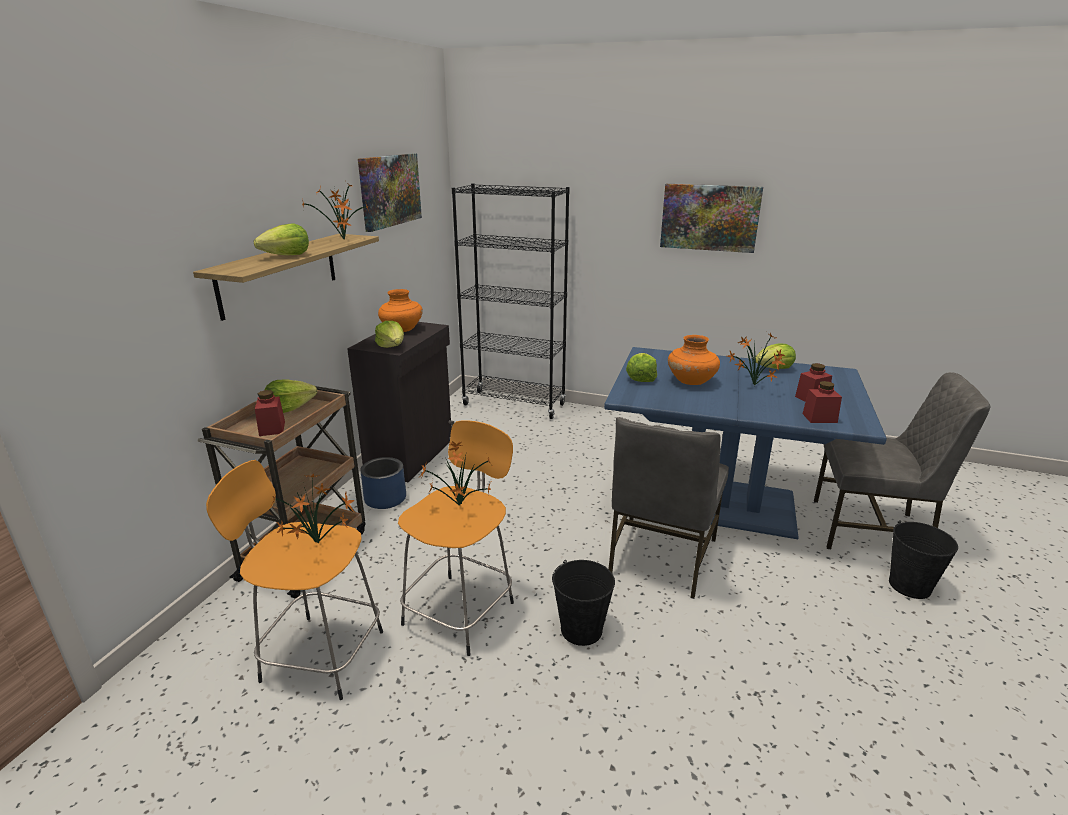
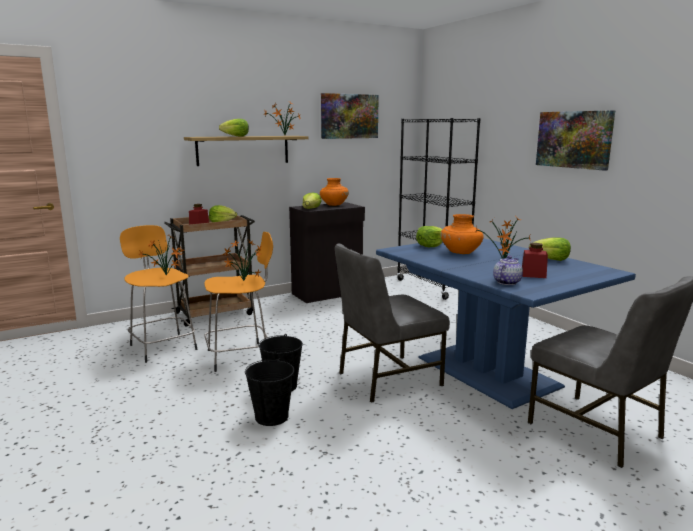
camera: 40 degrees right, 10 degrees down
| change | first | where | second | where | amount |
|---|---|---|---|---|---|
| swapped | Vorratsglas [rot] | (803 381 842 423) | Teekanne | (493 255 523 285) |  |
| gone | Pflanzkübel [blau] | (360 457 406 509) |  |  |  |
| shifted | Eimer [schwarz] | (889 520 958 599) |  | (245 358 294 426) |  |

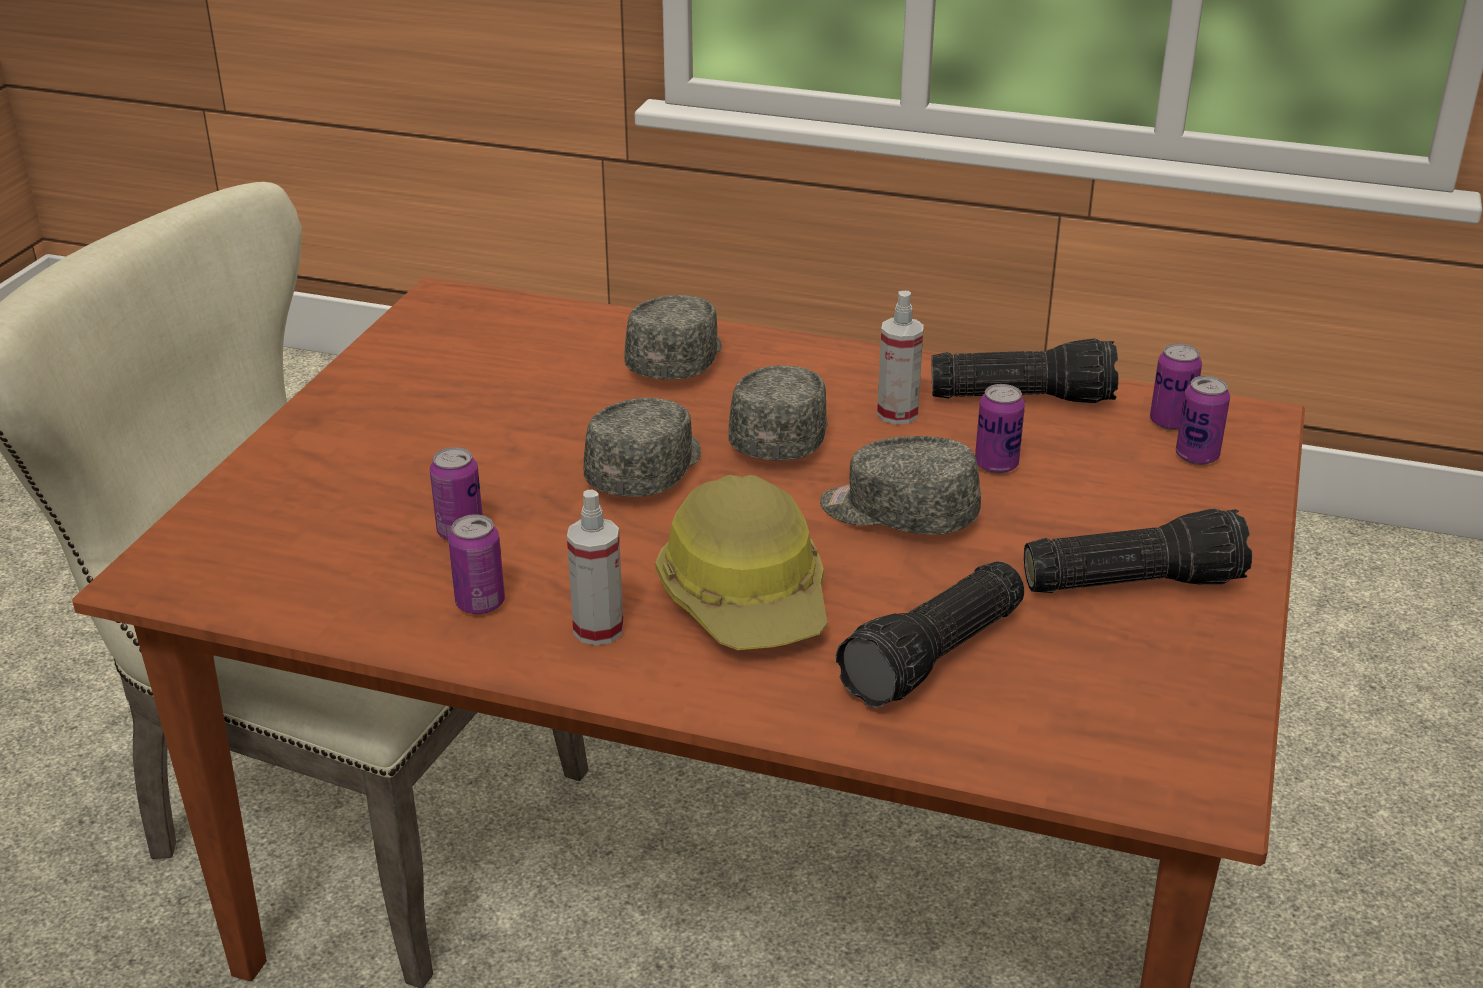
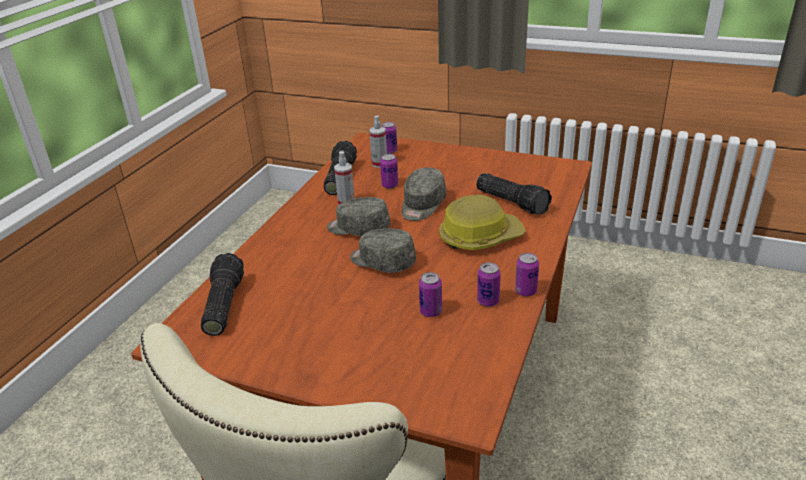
camera: 85 degrees left, 0 degrees up
| change | first | where | second | where | amount |
|---|---|---|---|---|---|
| gone | Kappe [grau] | (625 295 722 380) |  |  |  |
| shifted | Dose | (1150 343 1202 430) |  | (515 253 539 297) |  |
| shifted | Sprühflasche | (567 490 624 646) |  | (369 116 387 168) |  |
| shifted | Taschenlampe | (1024 508 1252 593) |  | (201 253 244 336) |  |

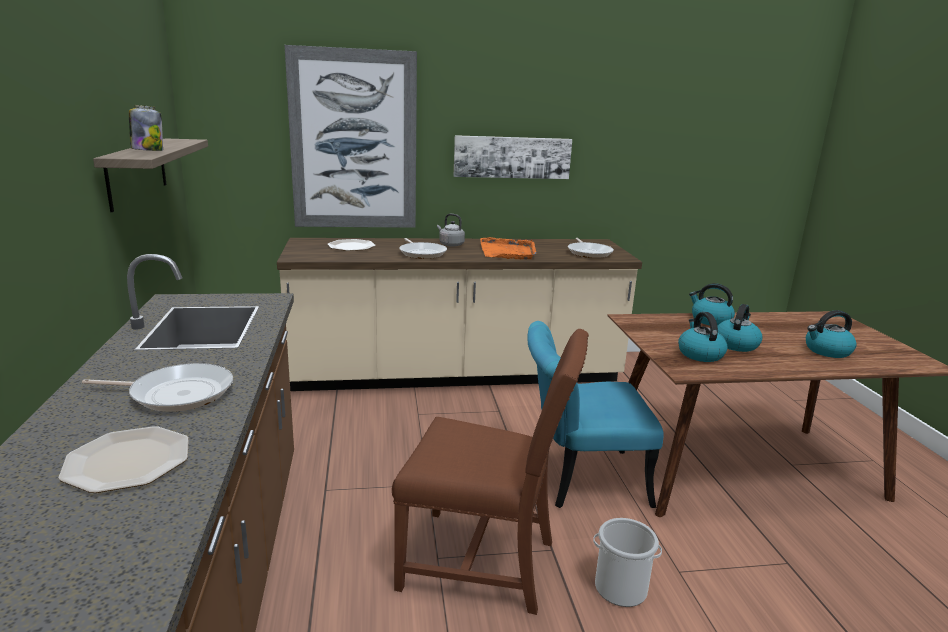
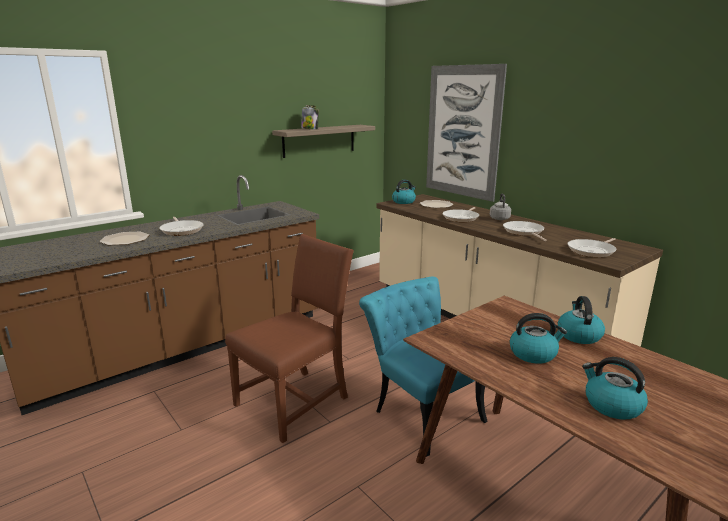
camera: 60 degrees right, 0 degrees up
| change | first | where | second | where | amount |
|---|---|---|---|---|---|
| gone | Bild | (454 135 572 179) |  |  |  |
| swapped | Tablett [orange] | (480 237 536 259) | Pfanne | (503 221 547 241) |  |
| shifted | Wasserkessel | (678 312 728 362) |  | (392 180 416 204) |  |
| rotated | Stuhl [braun] | (392 329 589 615) |  | (225 234 354 443) | 120 degrees counterclockwise |
| gone | Eimer | (593 518 662 607) |  |  |  |

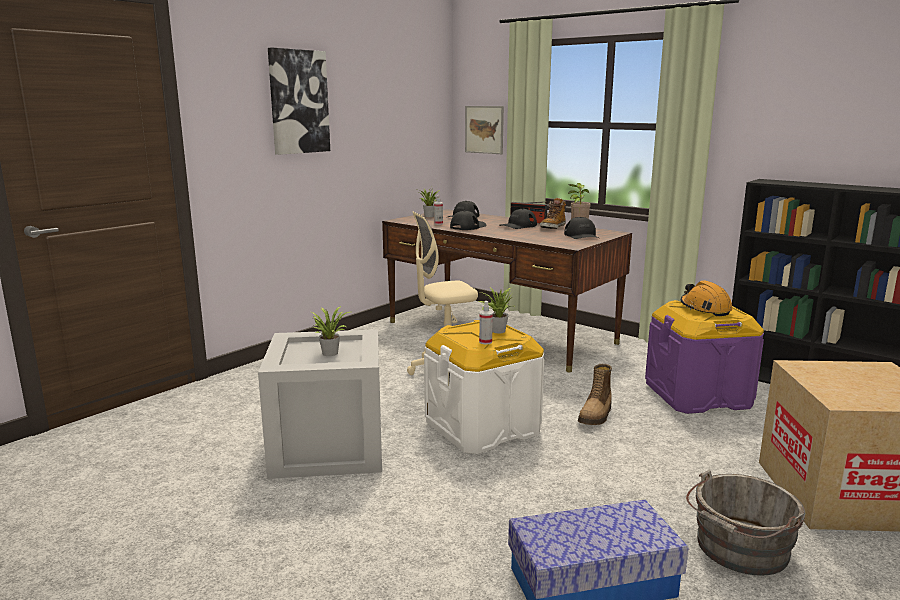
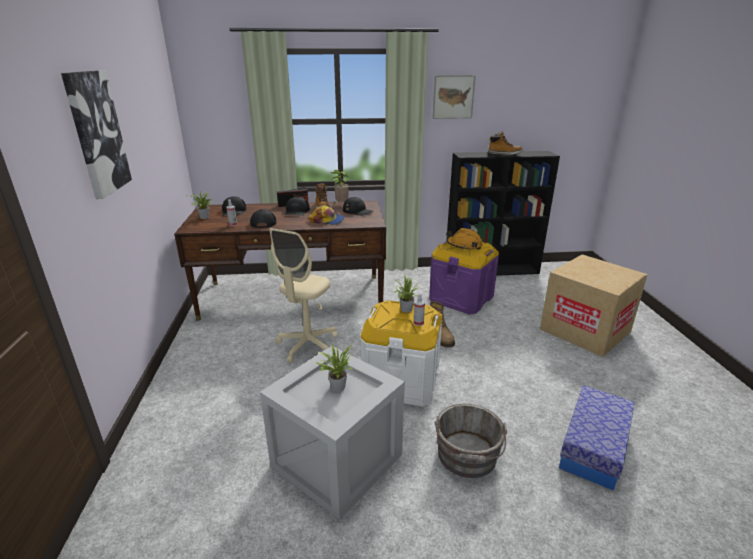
camera: 45 degrees left, 10 degrees up
| change | first | where | second | where | amount |
|---|---|---|---|---|---|
| shifted | Bild | (465 106 504 154) |  | (433 75 476 119) |  |
| shifted | Eimer [grau] | (686 470 805 576) |  | (434 404 507 478) |  |
| new |  |  | Stiefel | (488 131 523 155) |  |
| new |  |  | Kappe | (309 205 344 225) |  |

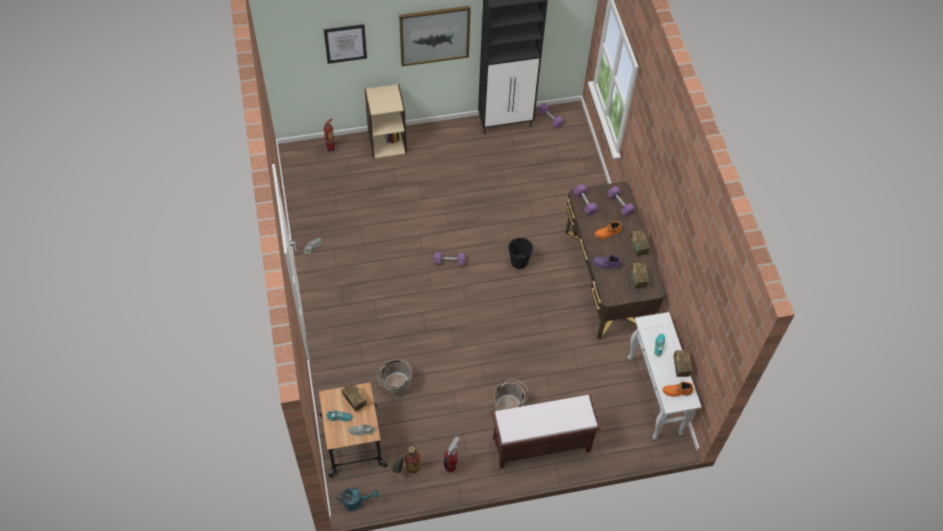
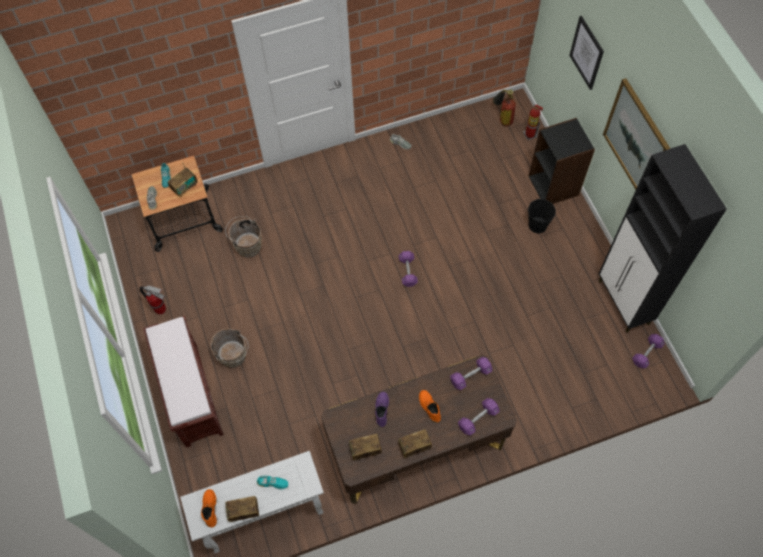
camera: 85 degrees right, 5 degrees up
| change | first | where | second | where | amount |
|---|---|---|---|---|---|
| repainted | Bücherregal [beige] | (364 84 407 159) | Bücherregal [schwarz] | (529 118 595 204) |  |
| shifted | Eimer [schwarz] | (509 238 533 269) |  | (528 198 556 234) |  |
| shifted | Feuerlöscher | (391 446 421 473) |  | (493 89 516 127) |  |
| gone | Gießkanne [türkis] | (337 487 378 511) |  |  |  |

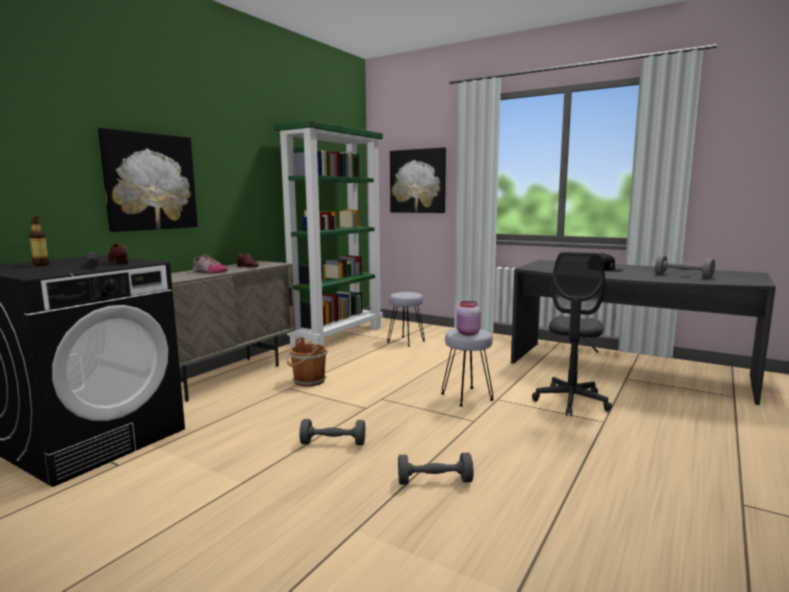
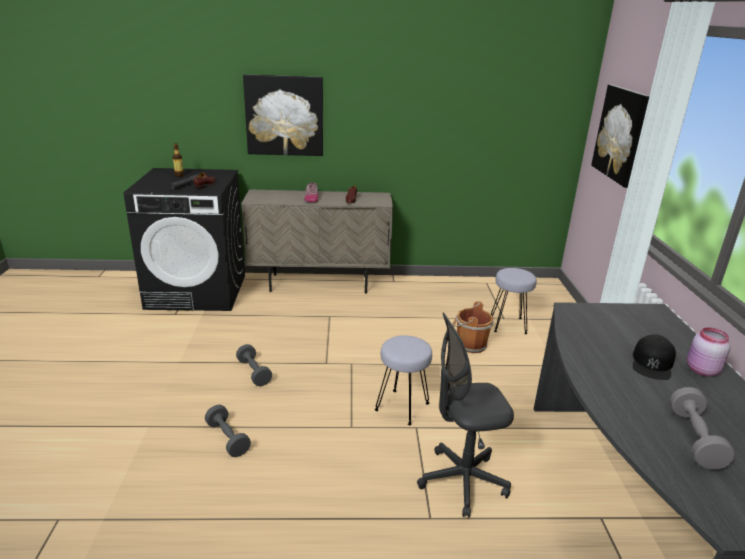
camera: 55 degrees right, 15 degrees up
| change | first | where | second | where | amount |
|---|---|---|---|---|---|
| gone | Bücherregal [grün] | (274 120 383 347) |  |  |  |
| shifted | Vorratsglas [rosa] | (457 301 481 336) |  | (687 327 731 376) |  |
| shifted | Eimer [braun] | (287 337 328 387) |  | (452 301 494 353) |  |

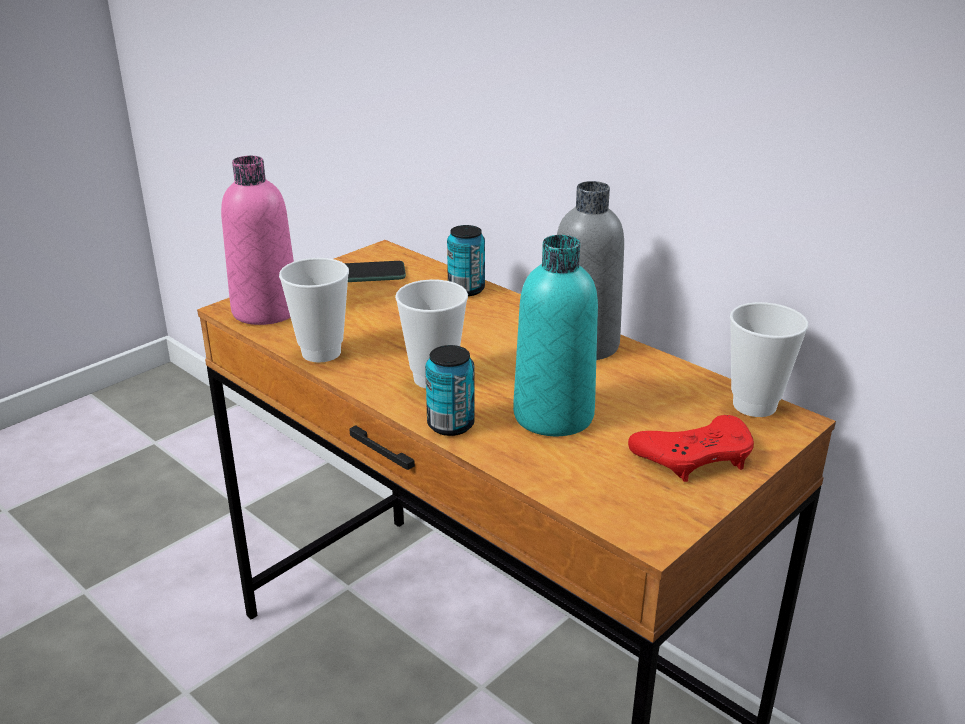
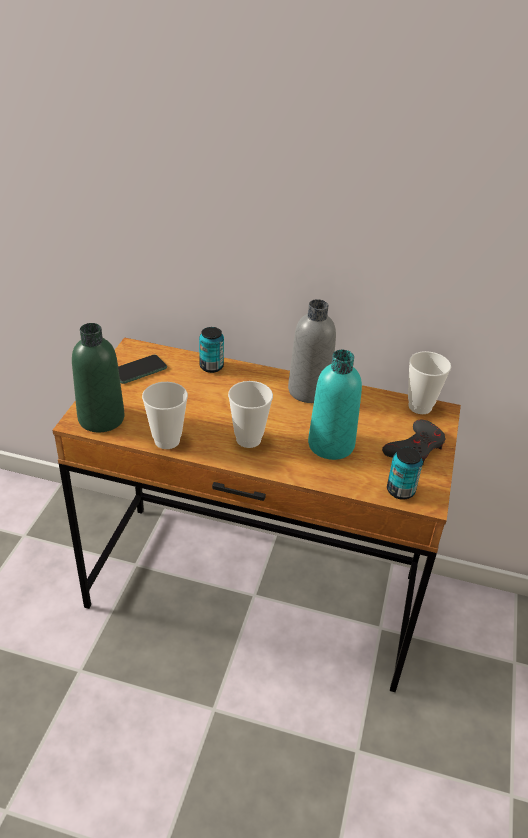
camera: 30 degrees left, 10 degrees up
| change | first | where | second | where | amount |
|---|---|---|---|---|---|
| repainted | Flasche [rosa] | (221 156 294 325) | Flasche [grün] | (72 323 125 432) |  |
| shifted | Dose | (425 345 475 436) |  | (387 447 423 500) |  |
| repainted | Gamepad [rot] | (628 415 754 482) | Gamepad [grau] | (382 420 446 465) |  |

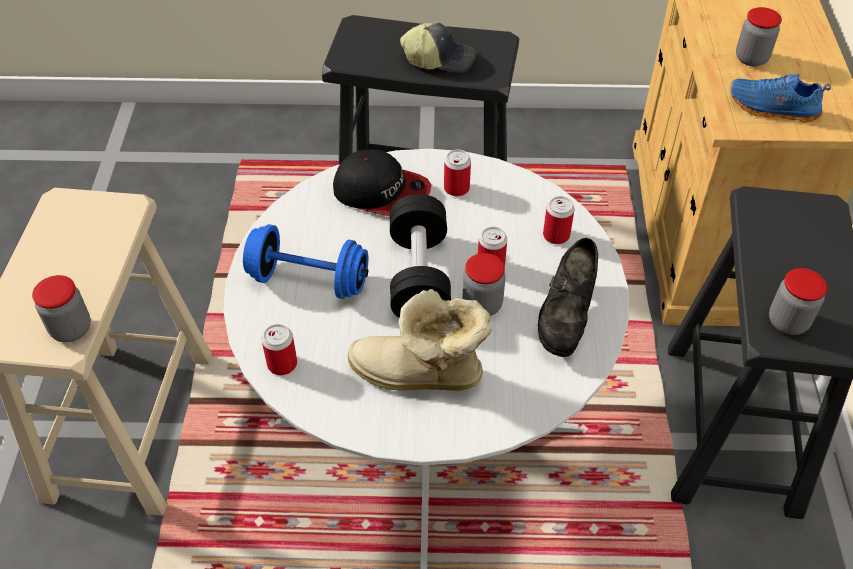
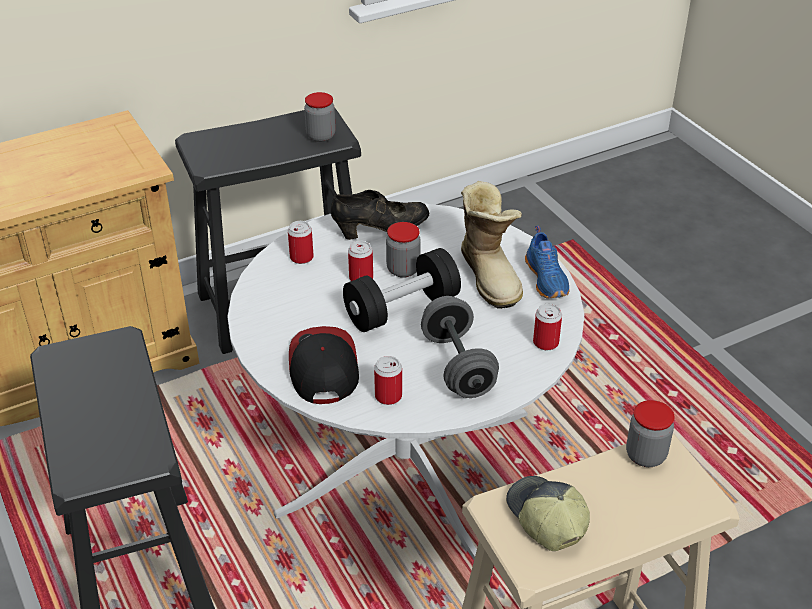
camera: 120 degrees left, 10 degrees down
| change | first | where | second | where | amount |
|---|---|---|---|---|---|
| gone | Vorratsglas | (736 7 782 66) |  |  |  |
| shifted | Kappe | (400 22 476 73) |  | (506 476 590 551) |  |
| shifted | Schuh [blau] | (730 74 831 122) |  | (525 226 570 298) |  |
| shifted | Dose | (444 149 471 196) |  | (374 356 402 405) |  |
| repainted | Hantel [blau] | (243 224 368 299) | Hantel [grau] | (421 296 499 398) |  |

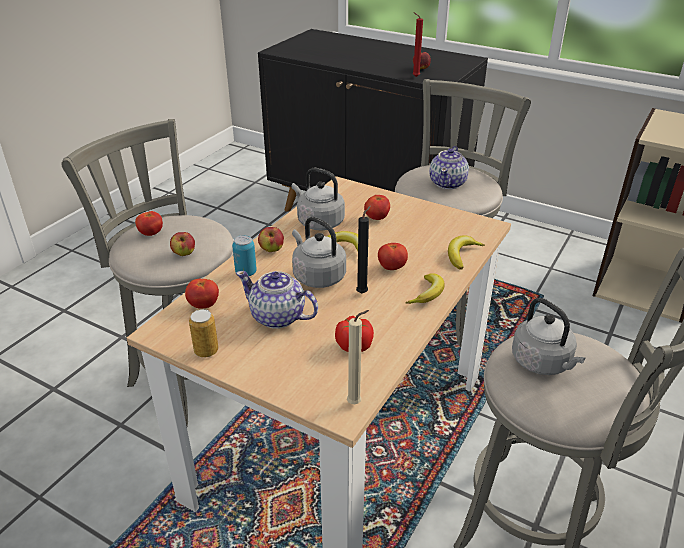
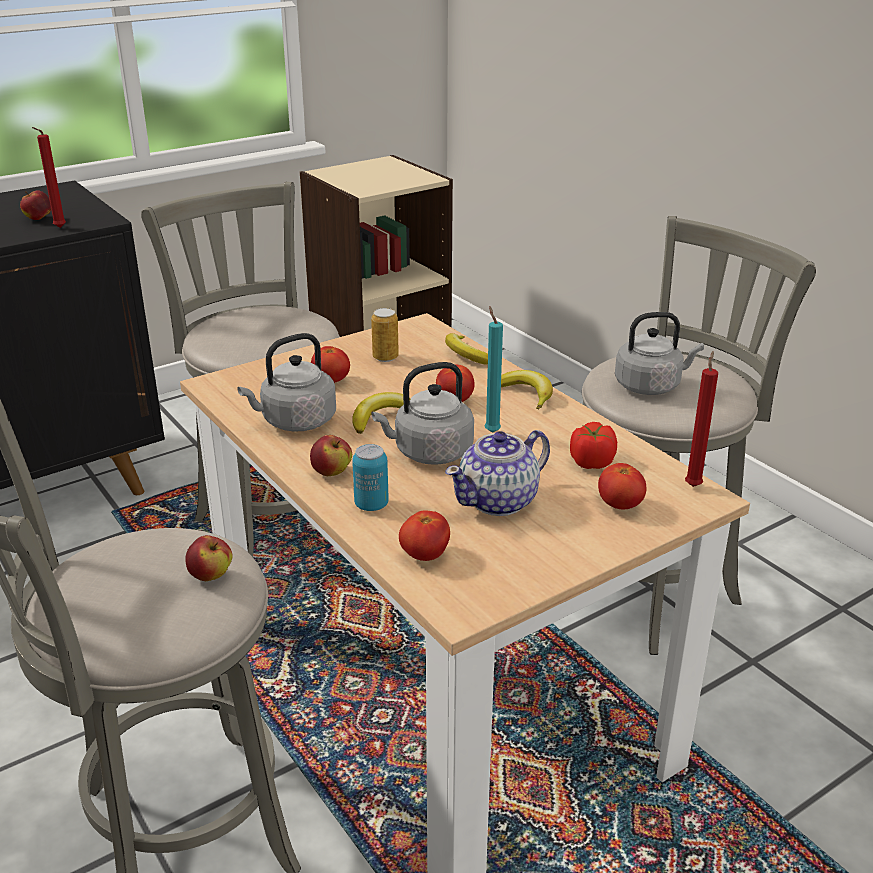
camera: 65 degrees left, 5 degrees down
| change | first | where | second | where | amount |
|---|---|---|---|---|---|
| gone | Teekanne | (429 146 469 189) |  |  |  |
| repainted | Kerze [schwarz] | (356 206 371 293) | Kerze [türkis] | (485 306 503 433) |  |
| shifted | Tomate | (135 211 163 236) |  | (598 463 646 509) |  |
| shifted | Dose | (189 309 218 357) |  | (371 308 399 362) |  |
| repainted | Kerze [beige] | (347 310 369 404) | Kerze [rot] | (685 351 718 487) |  |

